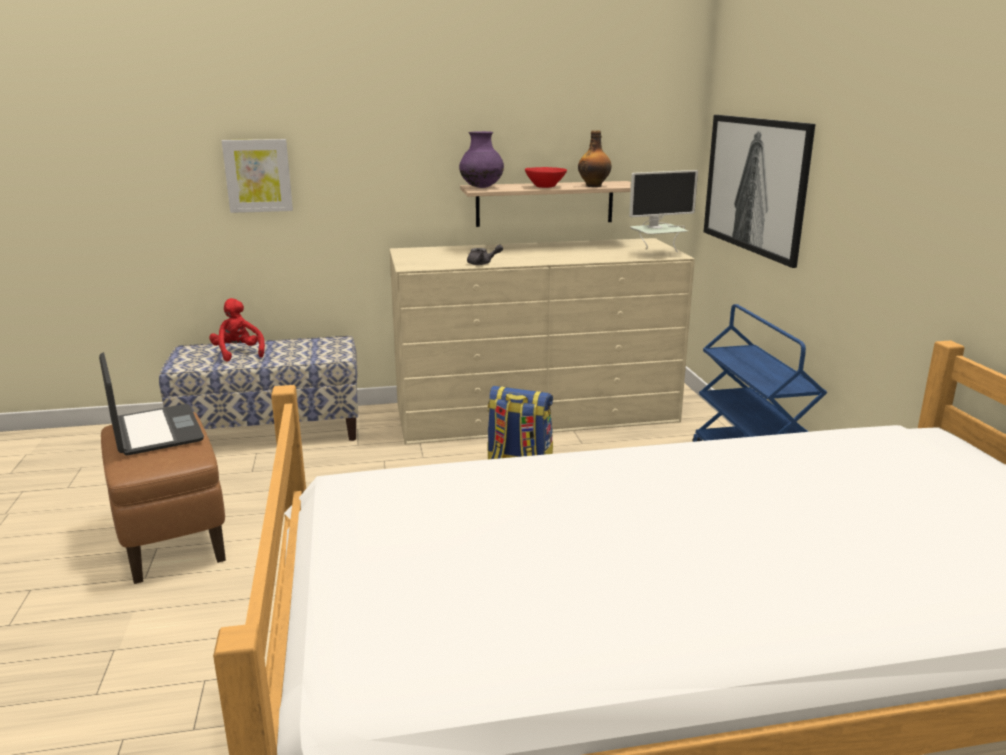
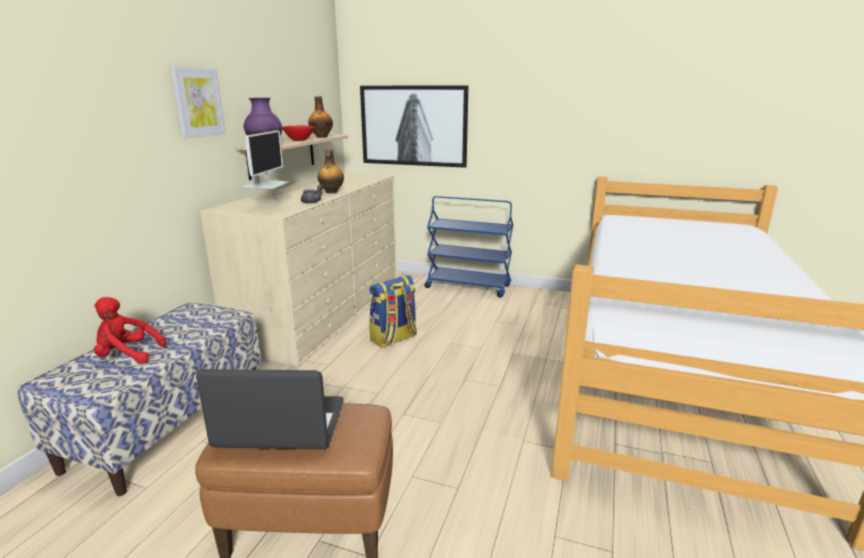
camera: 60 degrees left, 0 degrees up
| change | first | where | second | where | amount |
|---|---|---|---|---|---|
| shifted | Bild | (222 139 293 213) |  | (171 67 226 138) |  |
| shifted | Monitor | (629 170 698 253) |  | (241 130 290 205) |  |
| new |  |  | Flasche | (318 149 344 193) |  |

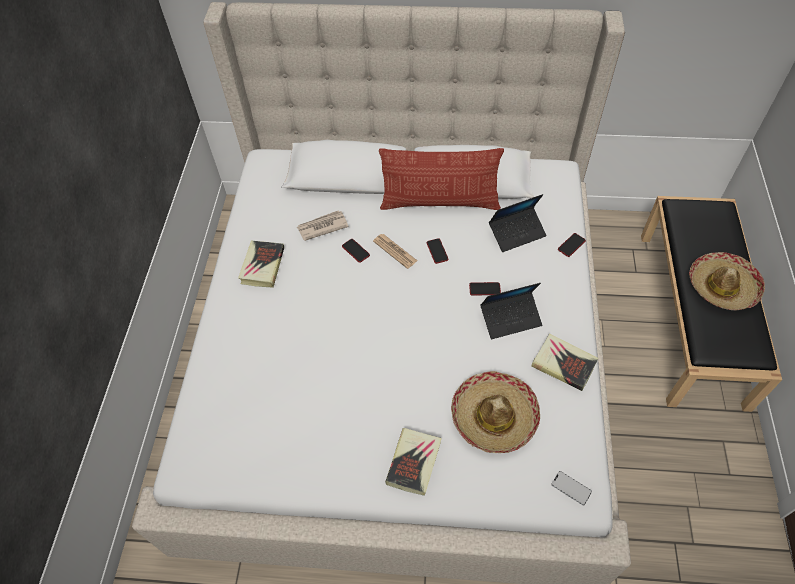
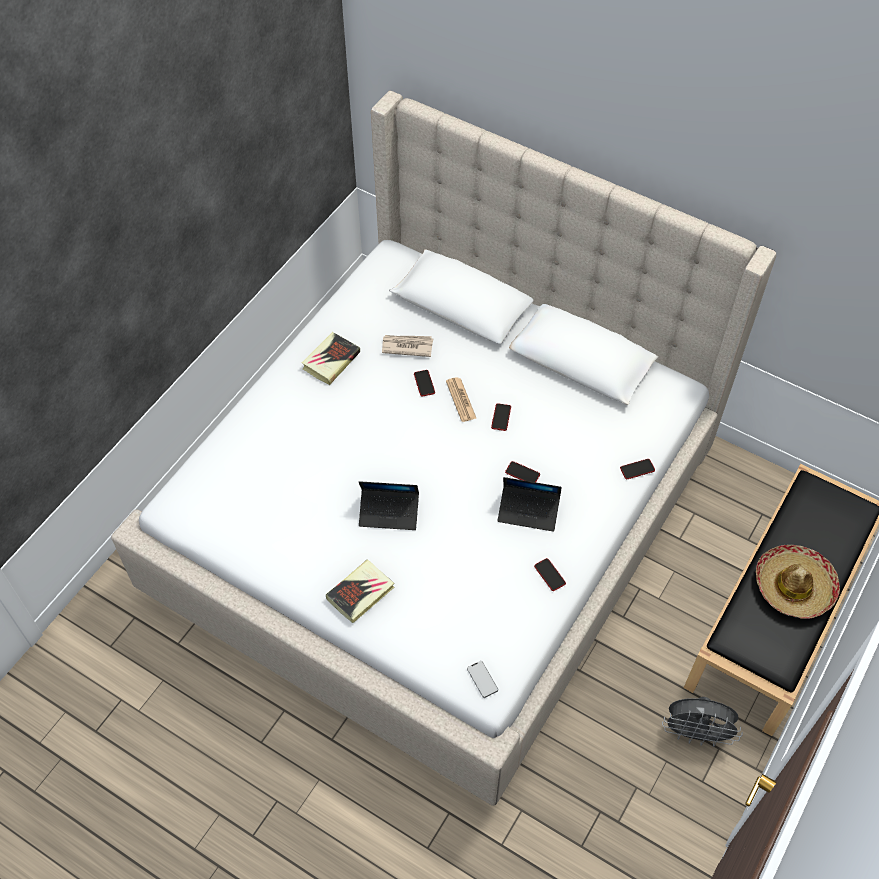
camera: 25 degrees right, 0 degrees up
| change | first | where | second | where | amount |
|---|---|---|---|---|---|
| gone | Kissen | (379 148 504 210) |  |  |  |
| shifted | Laptop | (489 194 547 252) |  | (359 481 419 530) |  |
| swapped | Buch | (531 334 598 391) | Handy | (534 558 566 591) |  |
| gone | Hut | (451 371 540 453) |  |  |  |
| new |  |  | Ventilator [grau] | (662 697 743 747) |  |

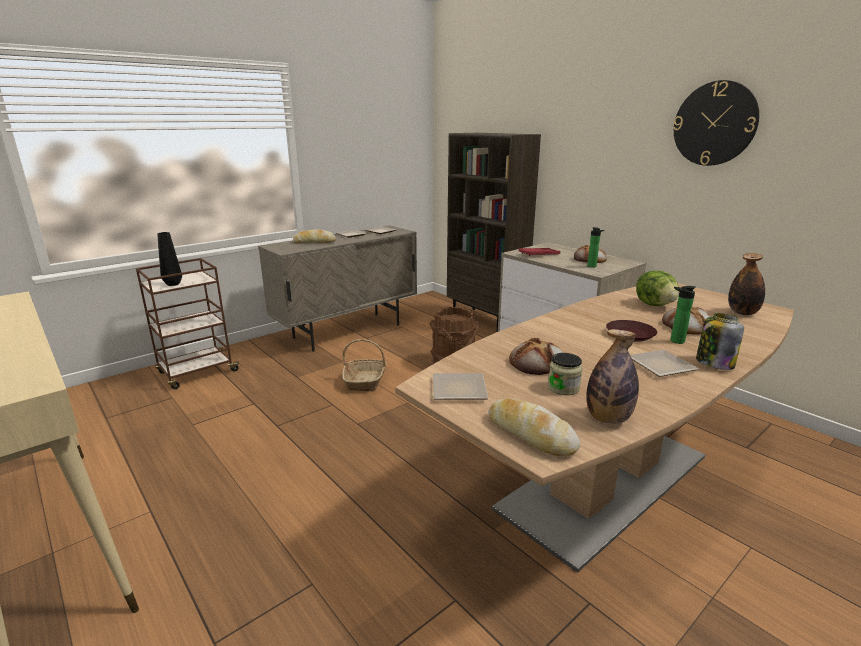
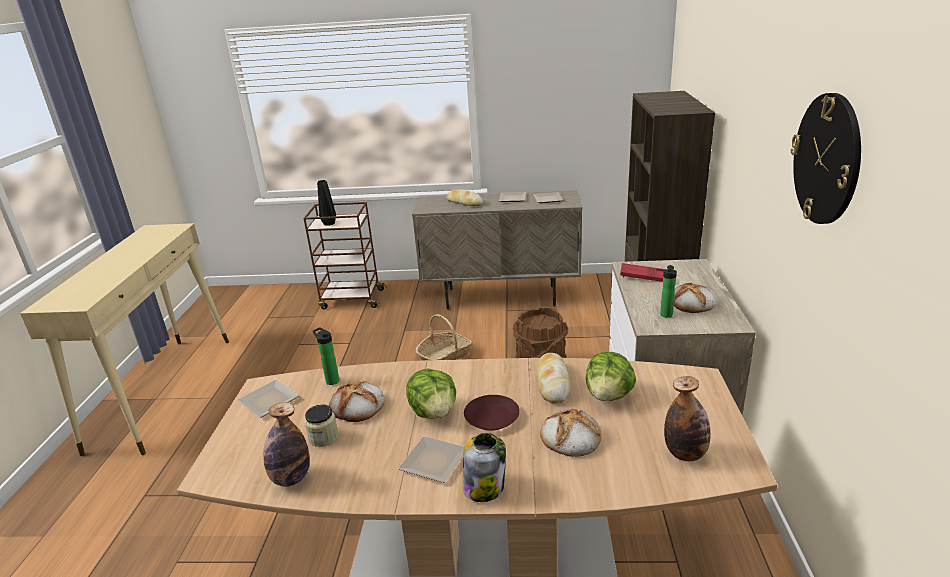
camera: 45 degrees right, 5 degrees up
| change | first | where | second | where | amount |
|---|---|---|---|---|---|
| shifted | Flasche | (670 286 696 344) |  | (313 327 339 385) |  |
| shifted | Brot | (488 398 580 456) |  | (537 353 570 403) |  |
| new |  |  | Salatkopf | (406 369 456 419) |  |

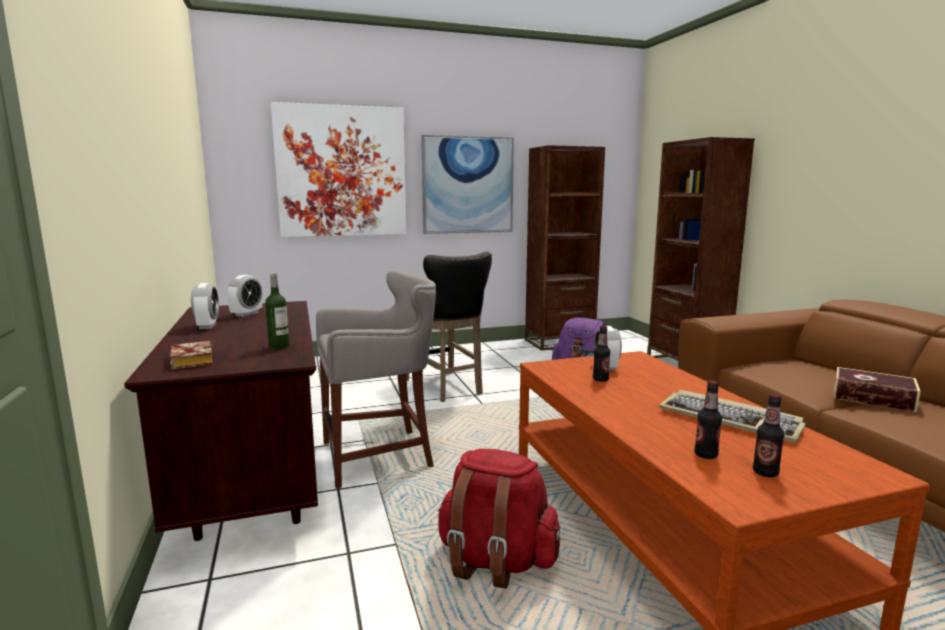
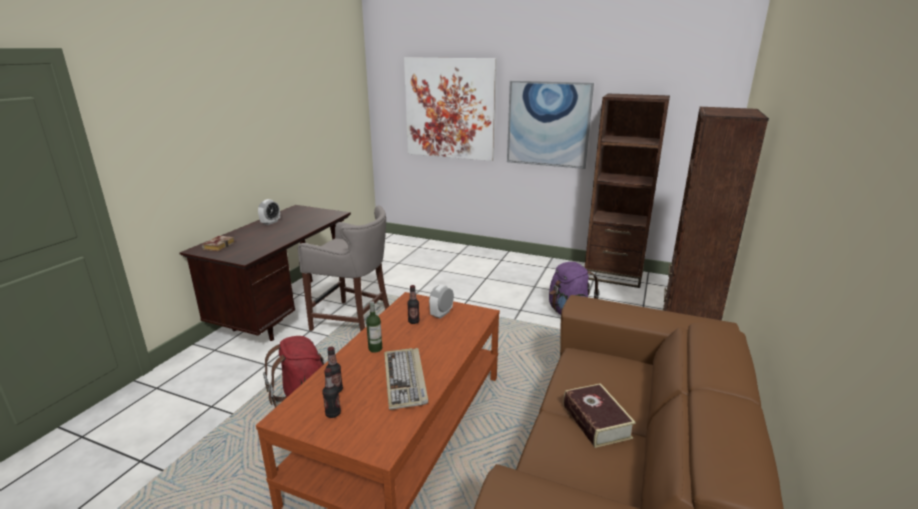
camera: 40 degrees right, 10 degrees up
| change | first | where | second | where | amount |
|---|---|---|---|---|---|
| gone | Hocker [schwarz] | (406 252 492 402) |  |  |  |
| shifted | Flasche | (265 273 289 349) |  | (366 301 382 353) |  |
| gone | Wecker | (227 275 263 317) |  |  |  |

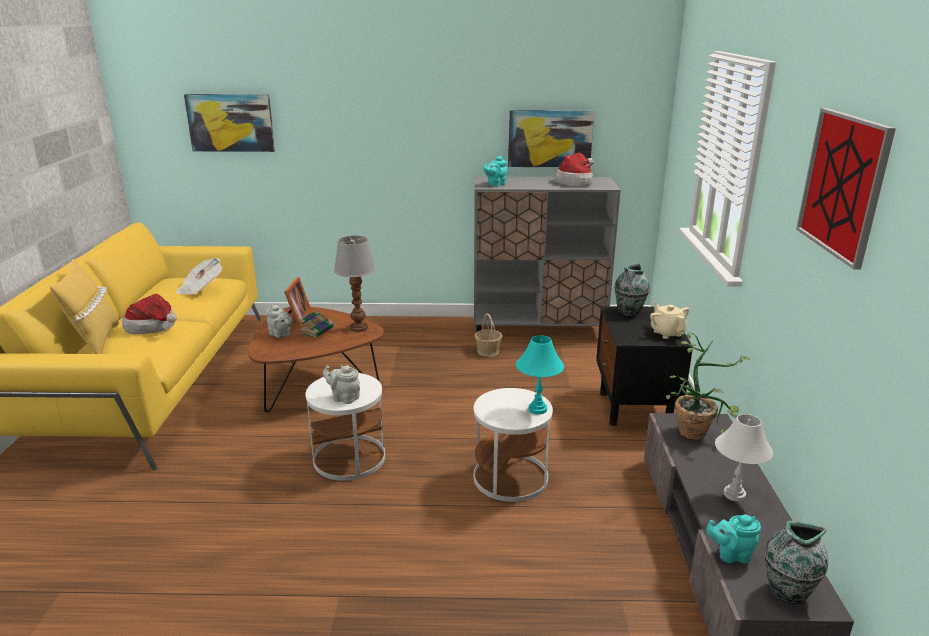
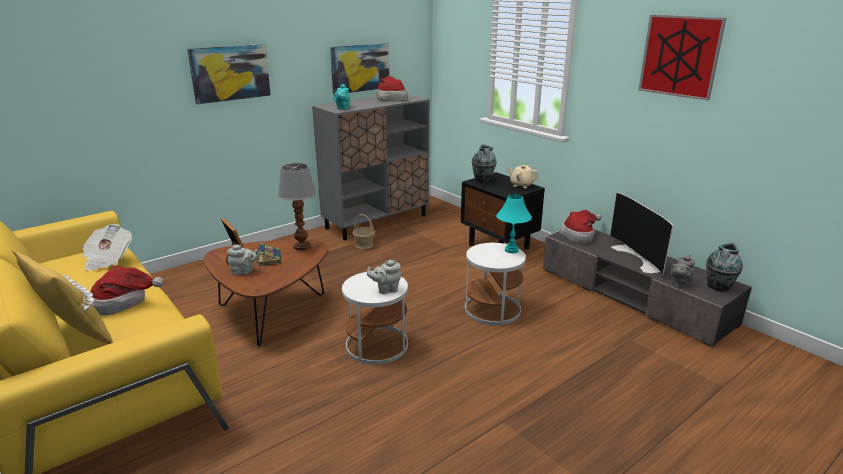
camera: 40 degrees left, 0 degrees up
| change | first | where | second | where | amount |
|---|---|---|---|---|---|
| shifted | Bild | (184 94 275 152) |  | (187 44 271 104) |  |
| swapped | Topfpflanze | (666 332 750 440) | Hut | (560 210 602 244) |  |
| swapped | Tischlampe [weiß] | (715 414 773 502) | Fernseher | (610 192 673 275) |  |
| repainted | Teekanne [türkis] | (706 515 761 563) | Teekanne [grau] | (670 255 695 287) |  |

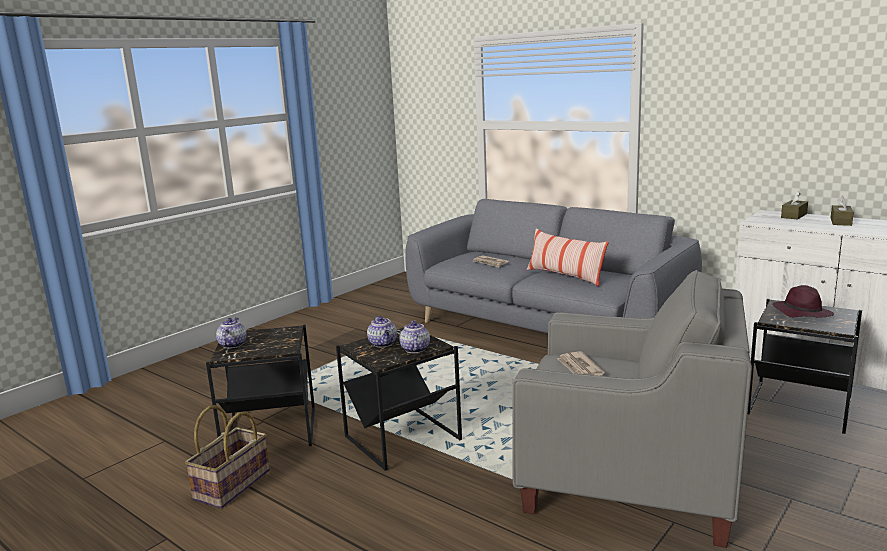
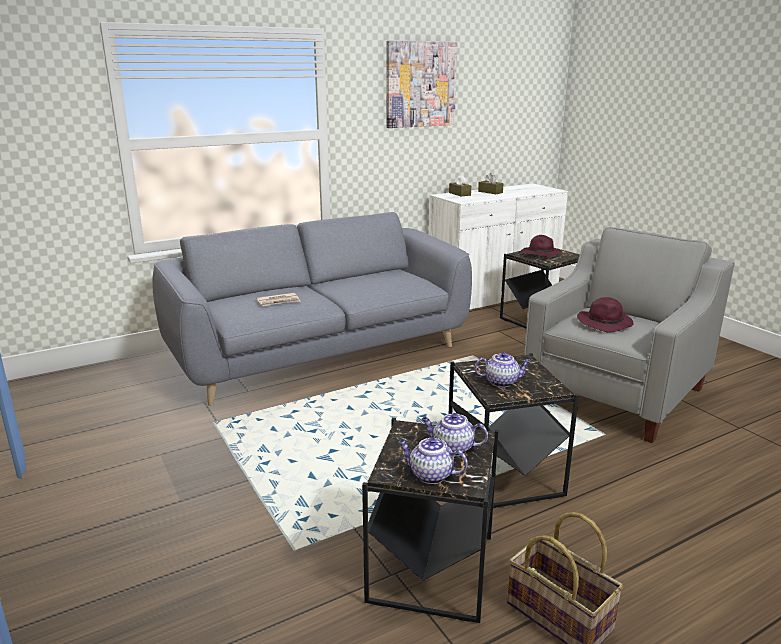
camera: 70 degrees left, 5 degrees up
| change | first | where | second | where | amount |
|---|---|---|---|---|---|
| gone | Kissen | (527 228 609 286) |  |  |  |
| shifted | Teekanne | (399 321 430 353) |  | (421 413 488 456) |  |
| swapped | Zeitung | (557 351 605 376) | Hut [lila] | (577 297 634 333) |  |
| new |  |  | Bild | (386 41 457 128) |  |

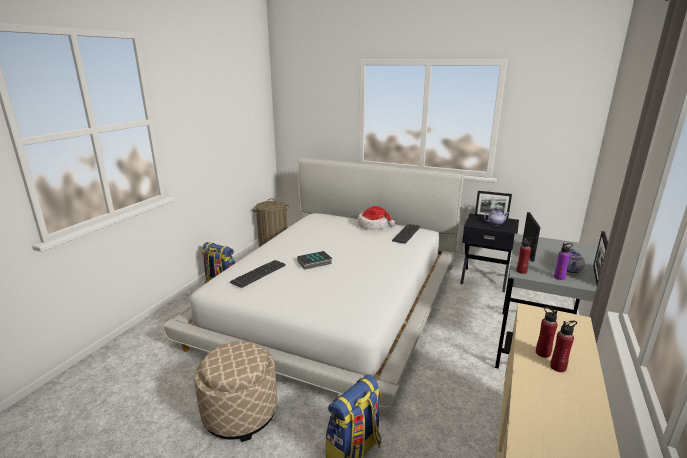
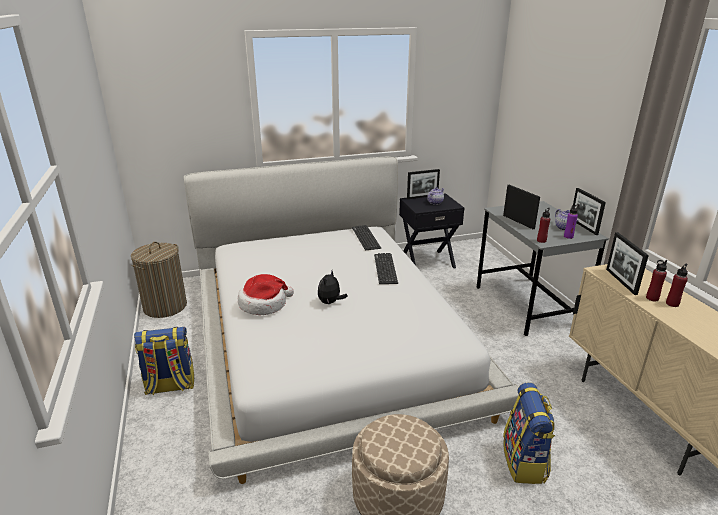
camera: 40 degrees left, 5 degrees up
| change | first | where | second | where | amount |
|---|---|---|---|---|---|
| shifted | Hut | (357 206 395 230) |  | (238 274 294 315) |  |
| swapped | Buch | (297 251 332 270) | Plüschtier | (318 270 347 304) |  |
| shifted | Tastatur | (230 260 286 288) |  | (374 253 398 284) |  |
| new |  |  | Bilderrahmen | (606 232 649 295) |  |

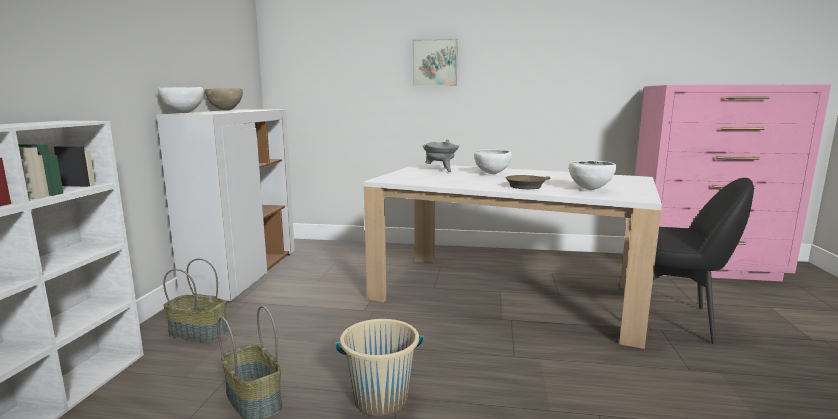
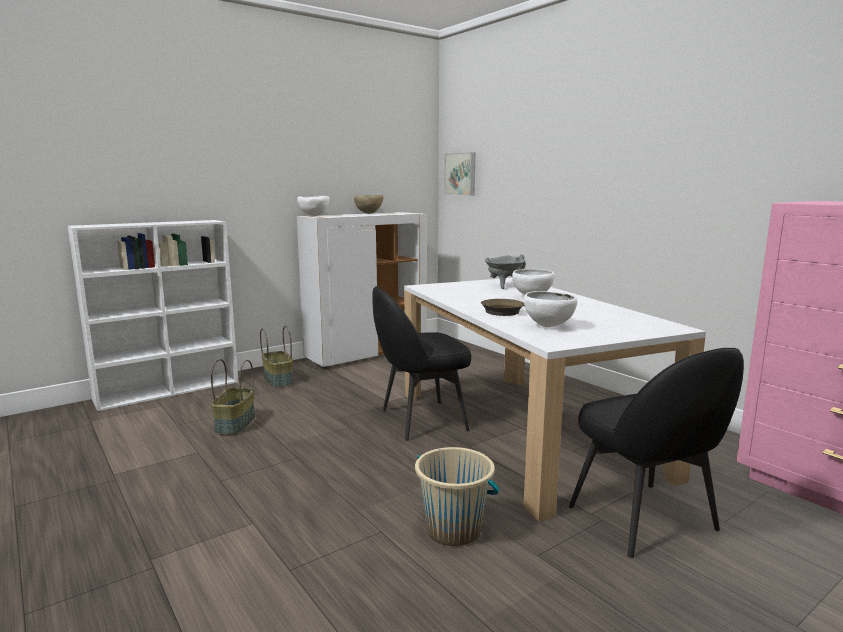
camera: 45 degrees right, 0 degrees up
| change | first | where | second | where | amount |
|---|---|---|---|---|---|
| shifted | Bild | (412 39 458 86) |  | (444 152 475 196) |  |
| shifted | Eimer [beige] | (336 319 423 417) |  | (415 447 499 546) |  |
| new |  |  | Stuhl [schwarz] | (372 286 471 441) |  |

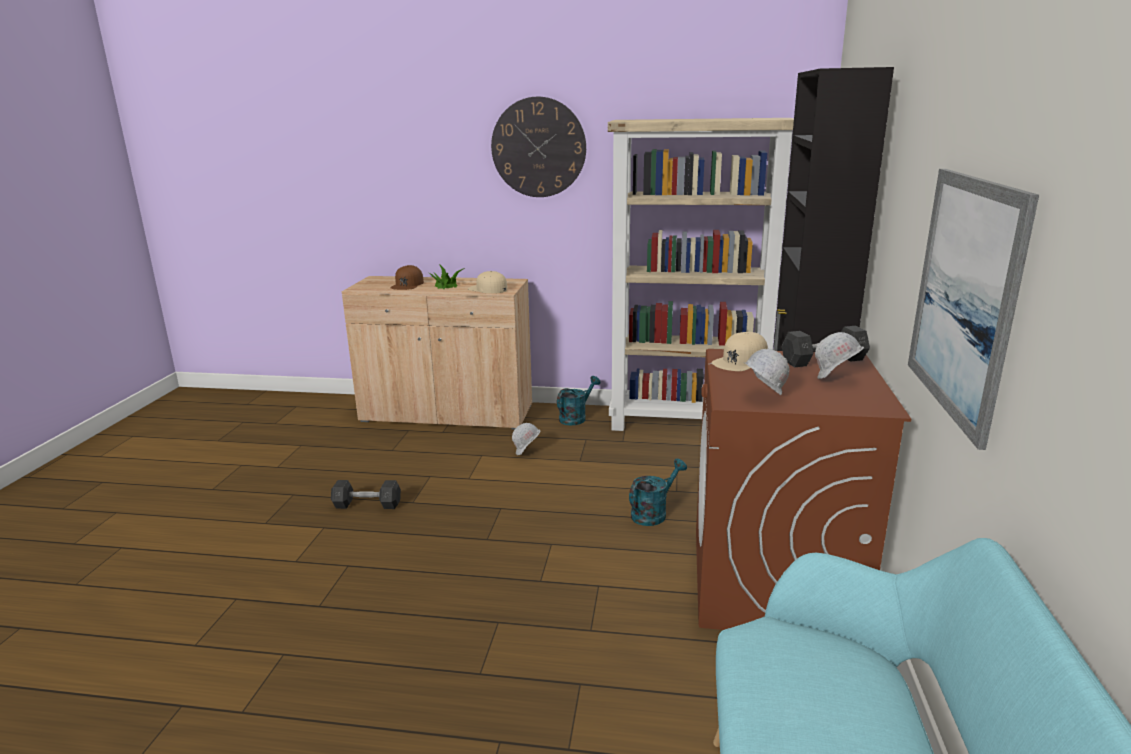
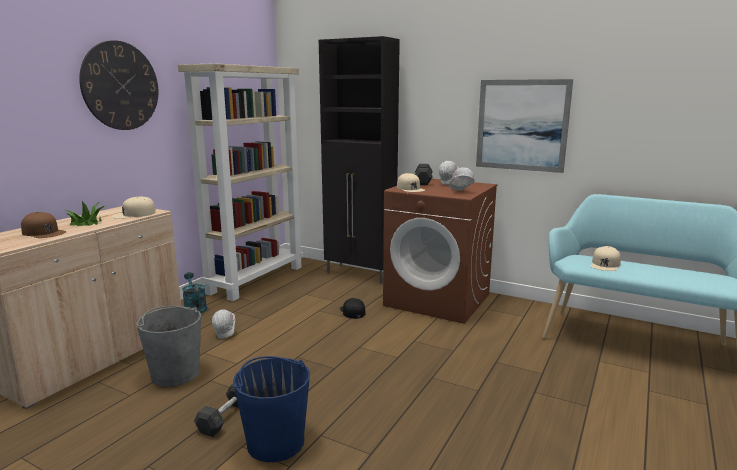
camera: 70 degrees left, 5 degrees down
| change | first | where | second | where | amount |
|---|---|---|---|---|---|
| swapped | Gießkanne [türkis] | (629 459 687 526) | Kappe [schwarz] | (340 298 366 319) |  |
| new |  |  | Kappe [beige] | (591 246 621 271) |  |
| new |  |  | Eimer [grau] | (136 306 201 387) |  |
| new |  |  | Eimer [blau] | (233 356 310 462) |  |

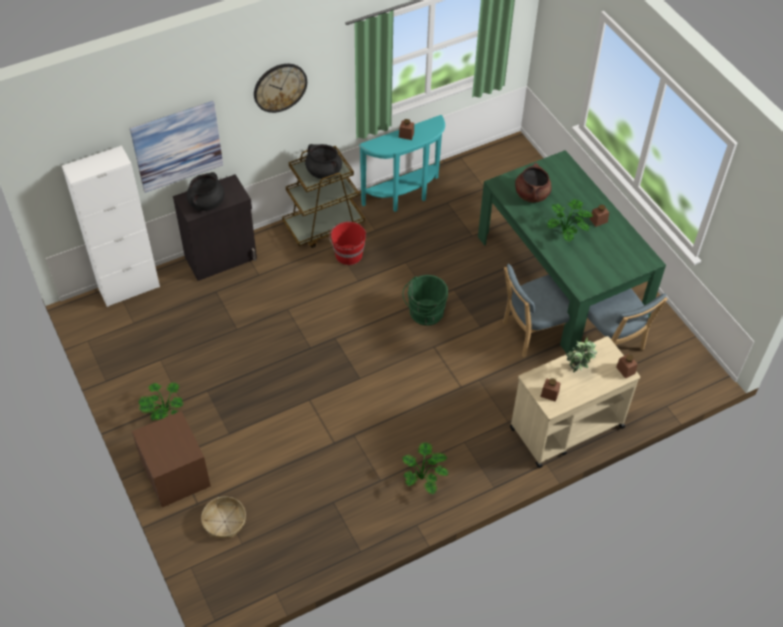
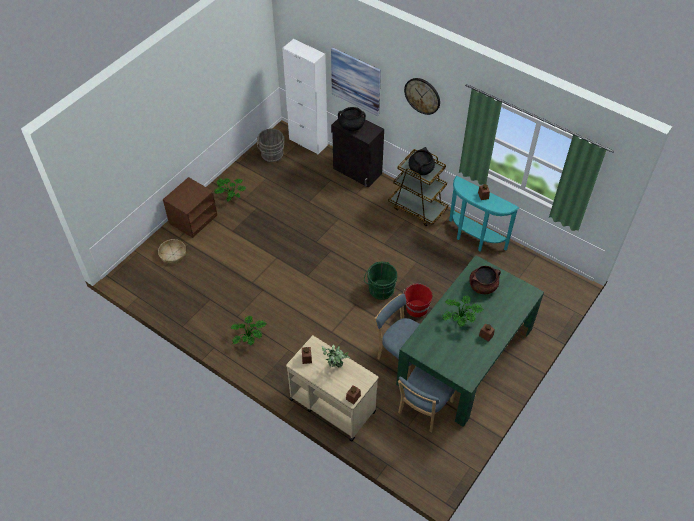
camera: 65 degrees right, 0 degrees up
| change | first | where | second | where | amount |
|---|---|---|---|---|---|
| shifted | Eimer [rot] | (329 222 366 265) |  | (403 283 432 317) |  |
| new |  |  | Eimer [grau] | (257 129 284 162) |  |

